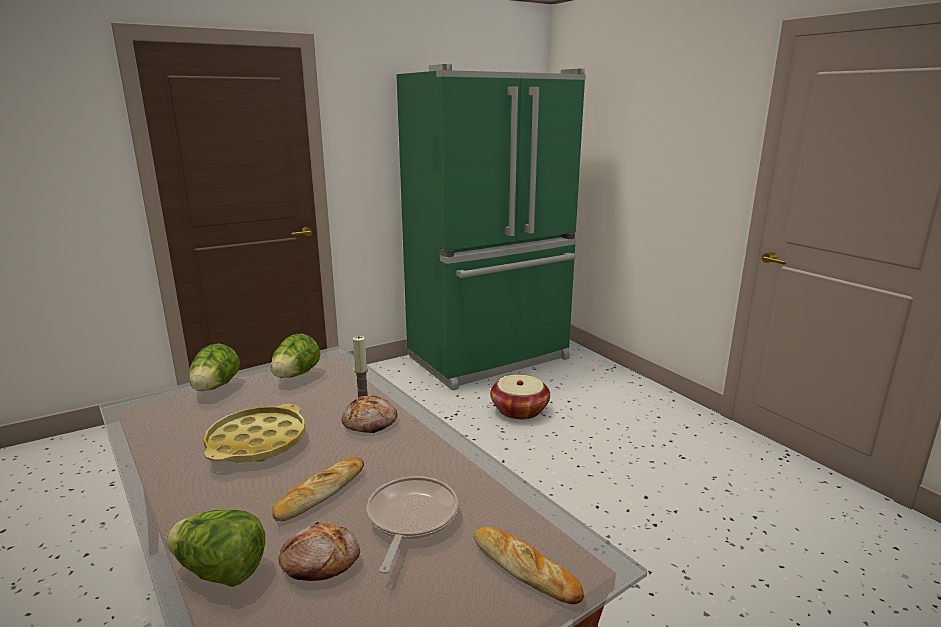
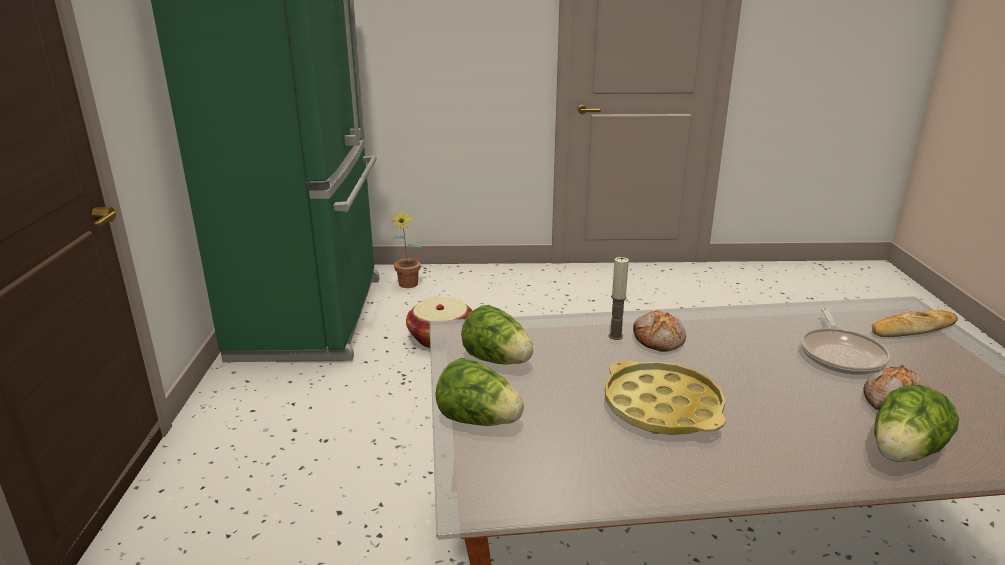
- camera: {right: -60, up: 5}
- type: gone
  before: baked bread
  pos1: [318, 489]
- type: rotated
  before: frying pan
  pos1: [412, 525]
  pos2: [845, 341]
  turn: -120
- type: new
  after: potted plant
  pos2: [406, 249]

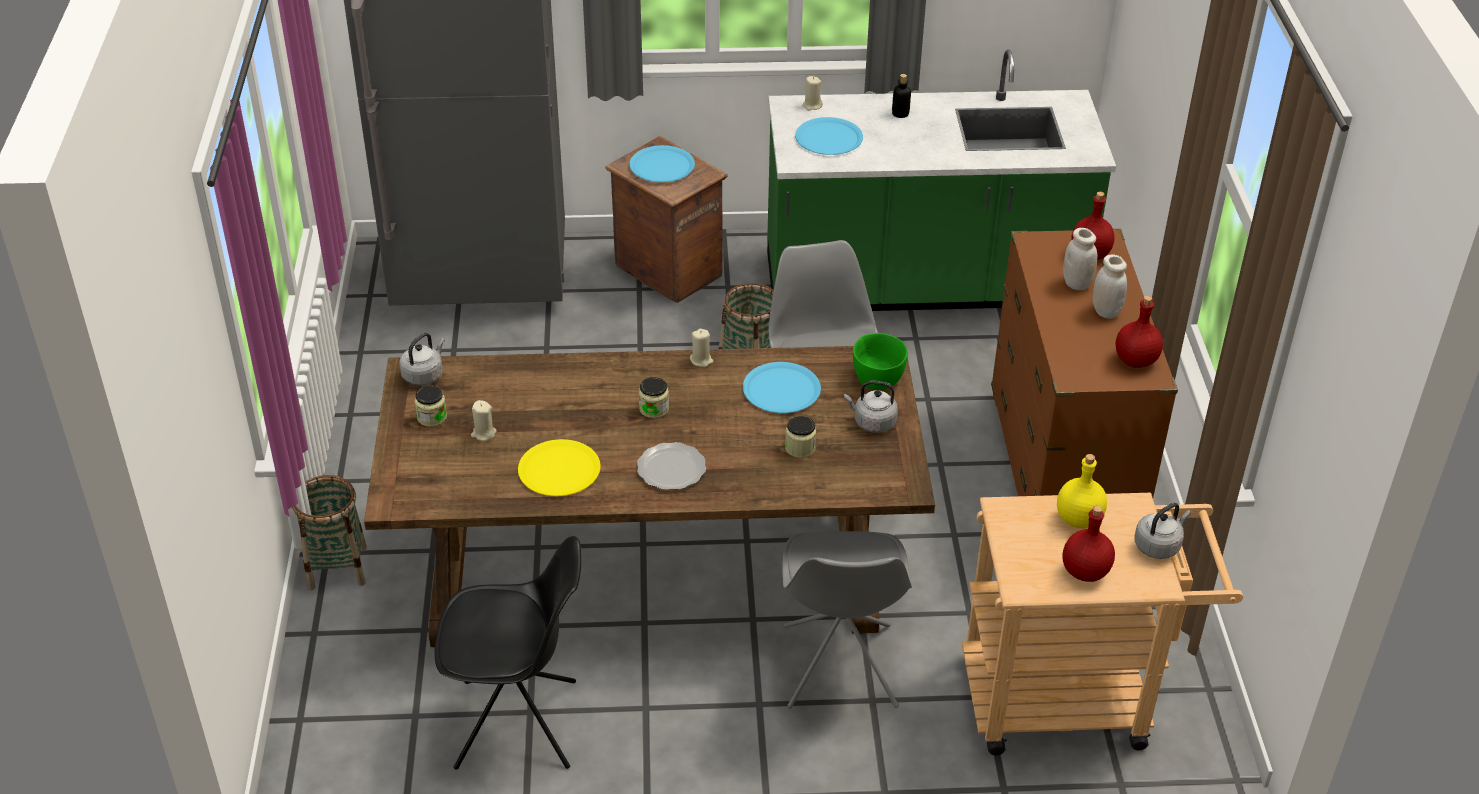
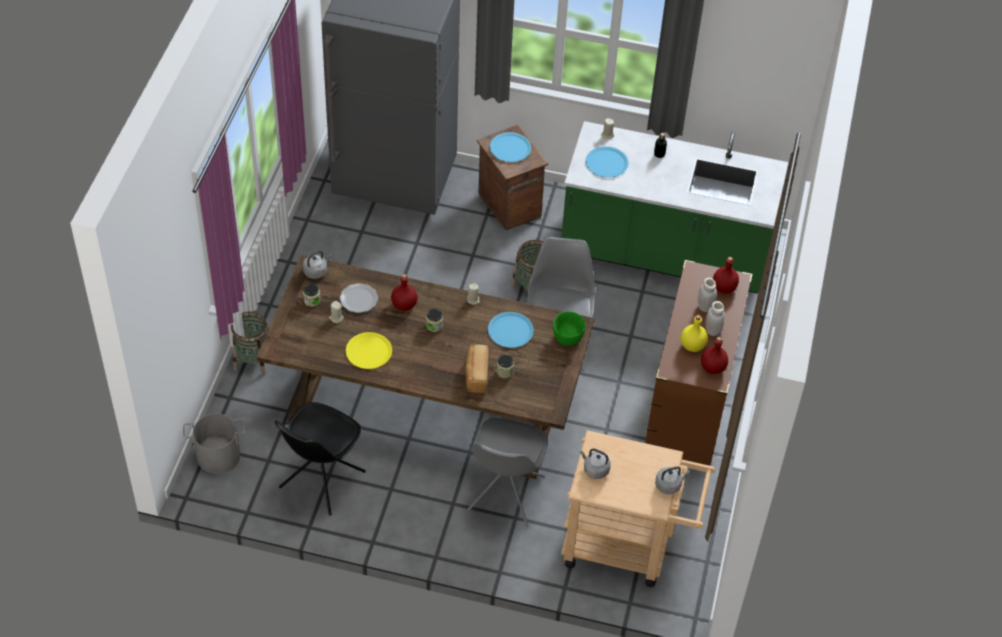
- camera: {right: 15, up: 10}
- type: rotated
  before: black-coloured chair
  pos1: [508, 653]
  pos2: [320, 459]
  turn: 105
- type: shifted
  before: plate
  pos1: [671, 466]
  pos2: [359, 298]
- type: shifted
  before: grey water kettle
  pos1: [871, 407]
  pos2: [595, 464]
- type: shifted
  before: yellow-coloured drink bottle
  pos1: [1082, 491]
  pos2: [694, 333]
- type: shifted
  before: reddish drink bottle
  pos1: [1089, 543]
  pos2: [404, 292]
- type: new
  after: grey pail
  pos2: [214, 443]
- type: new
  after: baked bread
  pos2: [477, 368]

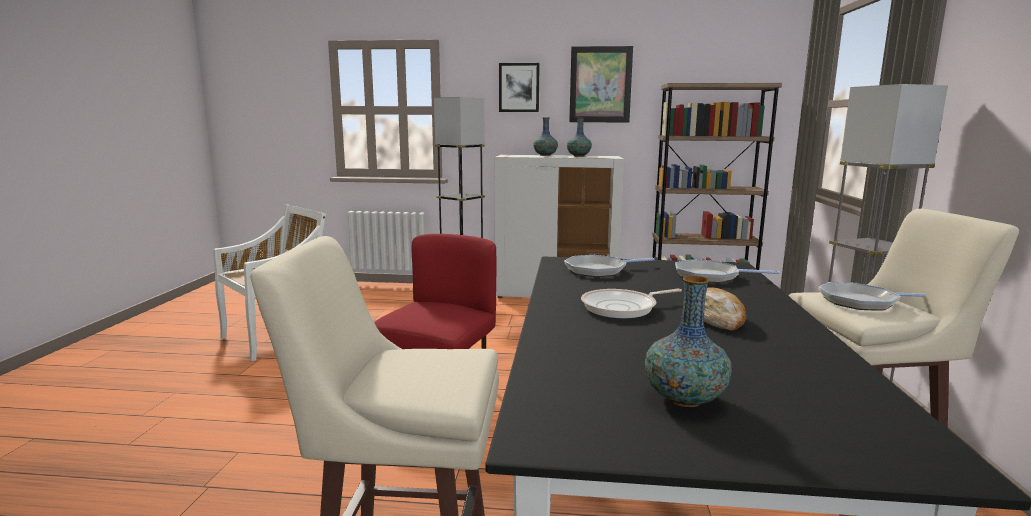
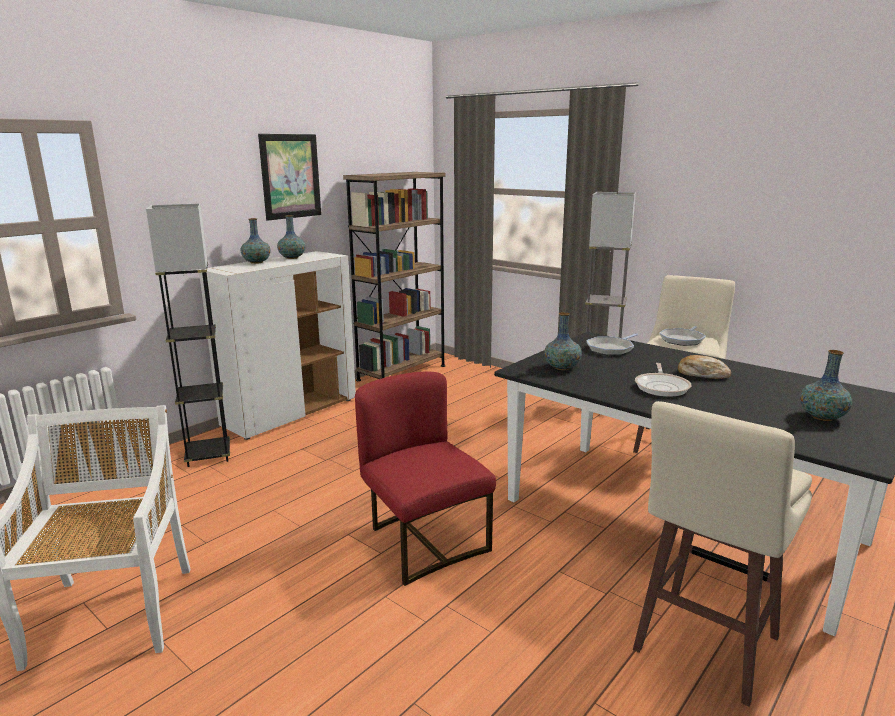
- camera: {right: -55, up: 5}
- type: gone
  before: picture
  pos1: [519, 87]
- type: swapped
  before: frying pan
  after: flower vase
  pos1: [609, 266]
  pos2: [563, 341]

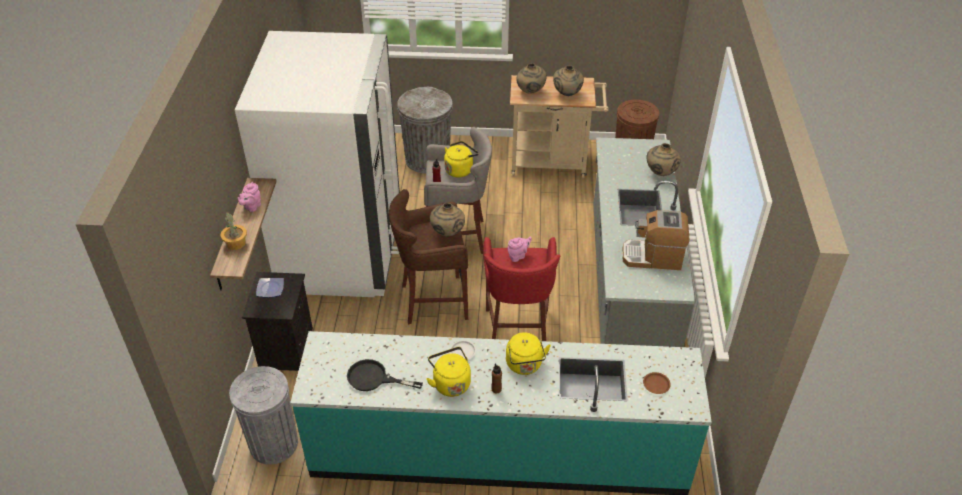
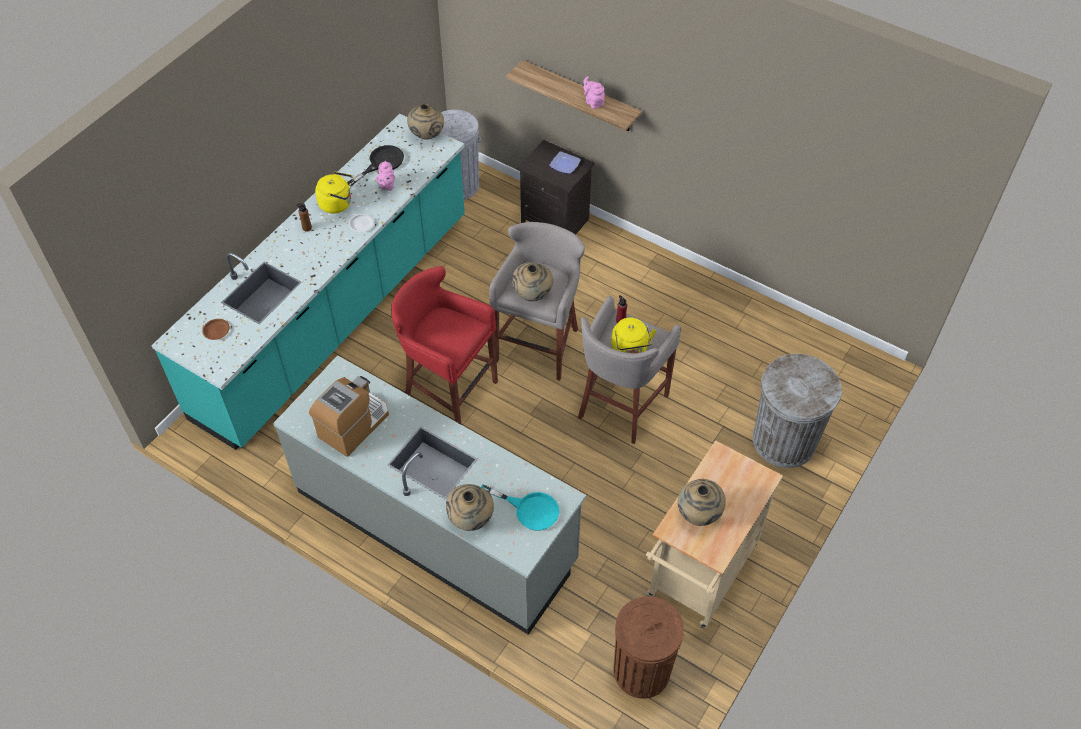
- camera: {right: 120, up: 10}
- type: gone
  before: potted plant
  pos1: [234, 231]
- type: gone
  before: white-coloured fridge
  pos1: [317, 164]
- type: repainted
  before: brownish stool seat
  after: grey stool seat
  pos1: [428, 257]
  pos2: [537, 301]
- type: gone
  before: yellow-coloured water kettle
  pos1: [528, 353]
- type: shifted
  before: pinkish tea pot
  pos1: [520, 249]
  pos2: [385, 176]
- type: shifted
  before: beige flower vase
  pos1: [531, 78]
  pos2: [425, 122]
- type: new
  after: turquoise-coloured frying pan
  pos2: [520, 507]

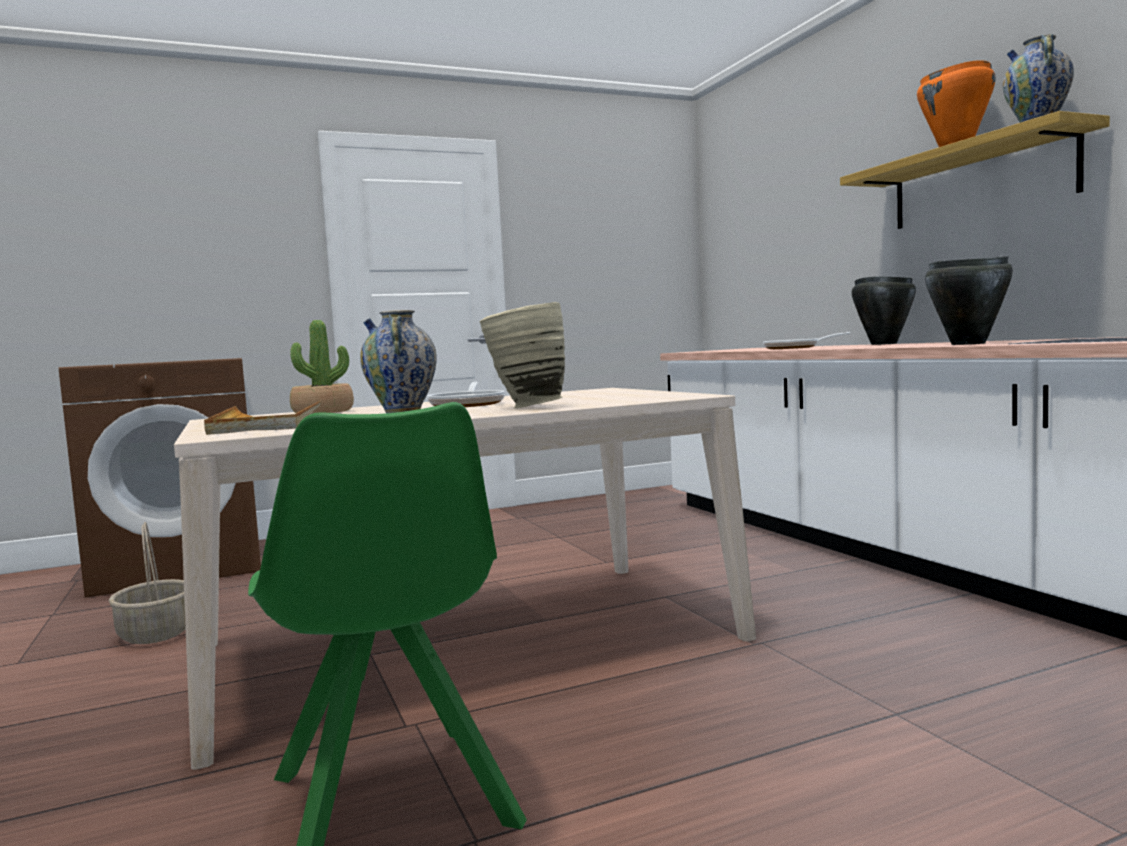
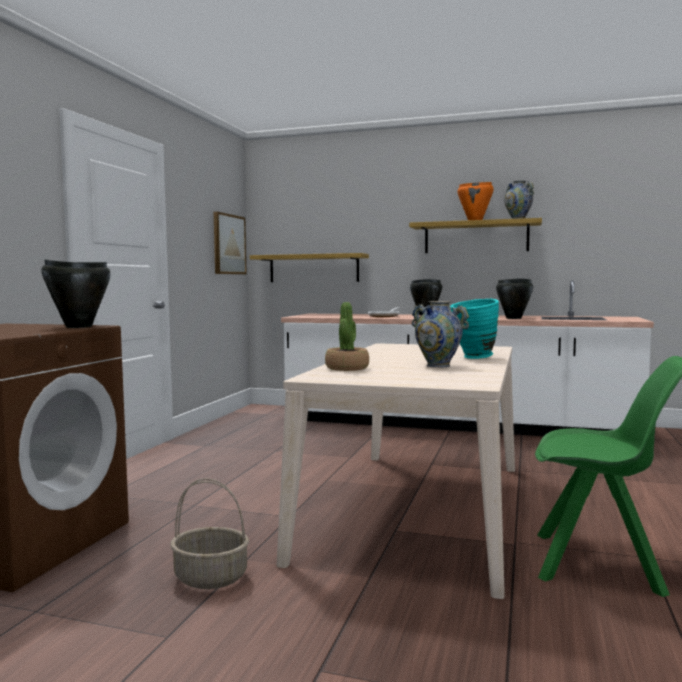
- camera: {right: -50, up: 0}
- type: gone
  before: beige serving tray
  pos1: [262, 418]
- type: gone
  before: frying pan
  pos1: [466, 394]
- type: repainted
  before: beige flower vase
  after: turquoise-coloured flower vase
  pos1: [522, 355]
  pos2: [474, 329]
- type: new
  after: black-coloured stockpot
  pos2: [76, 293]
- type: new
  after: picture
  pos2: [230, 243]
- type: new
  after: wall shelf
  pos2: [309, 267]

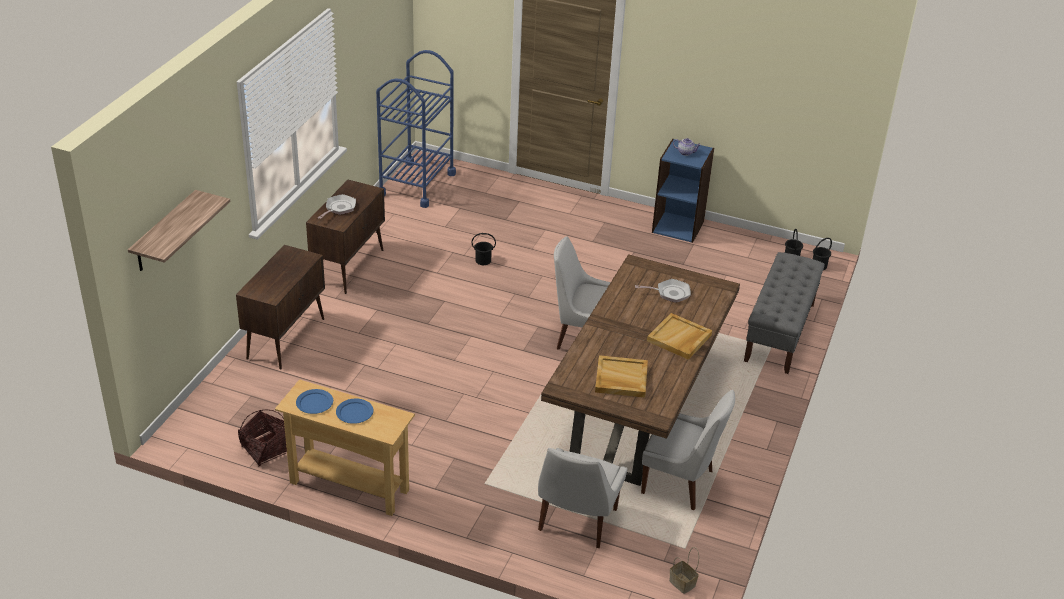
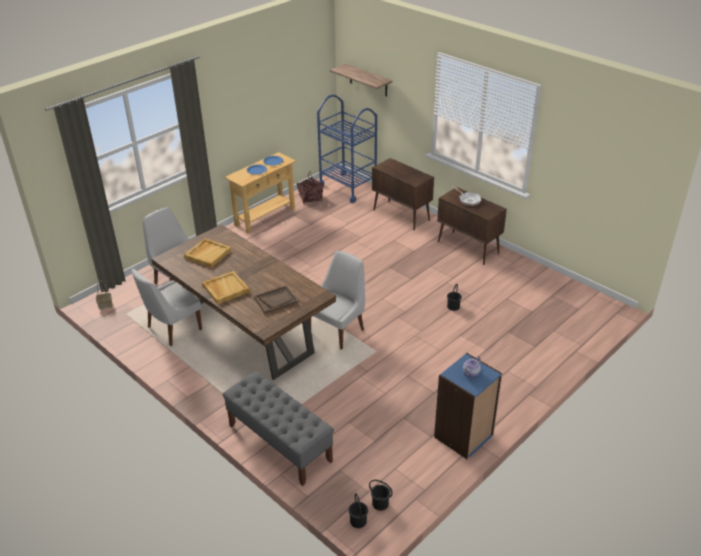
- camera: {right: 115, up: 0}
- type: shifted
  before: blue trolley
  pos1: [416, 129]
  pos2: [347, 148]
- type: swapped
  before: frying pan
  after: brownish serving tray
  pos1: [663, 291]
  pos2: [276, 299]

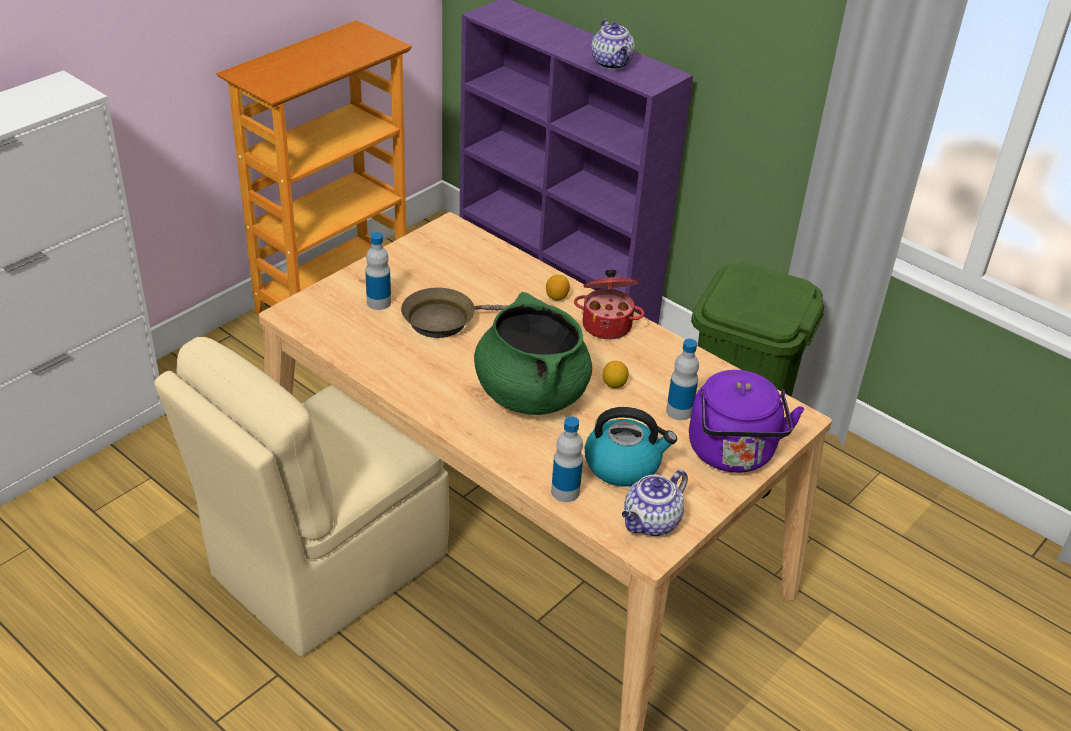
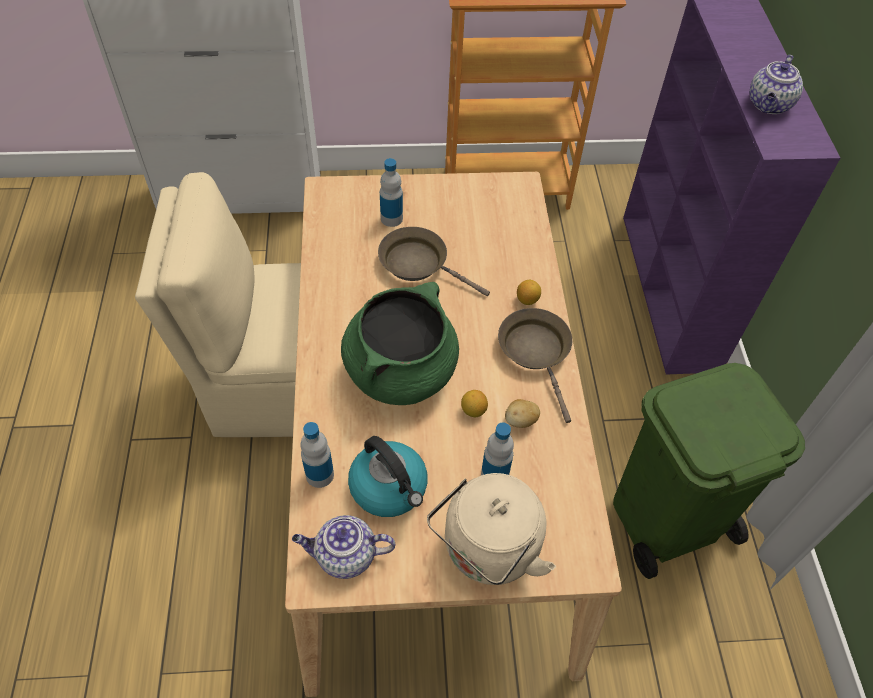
- camera: {right: 45, up: 15}
- type: swapped
  before: stockpot
  after: brownish frying pan
  pos1: [609, 304]
  pos2: [535, 365]
- type: repainted
  before: purplish water kettle
  after: beige water kettle
  pos1: [746, 421]
  pos2: [491, 529]
- type: new
  after: whole potato
  pos2: [522, 413]

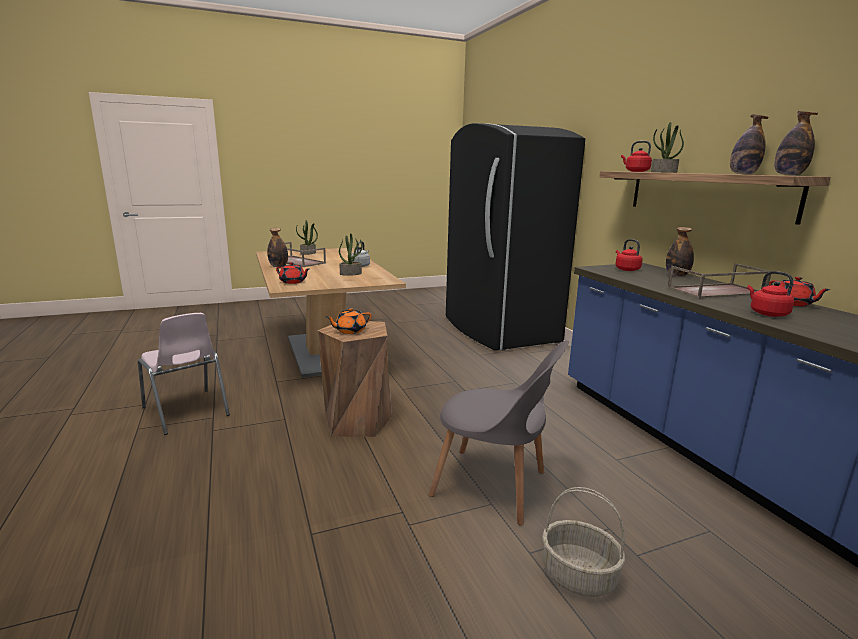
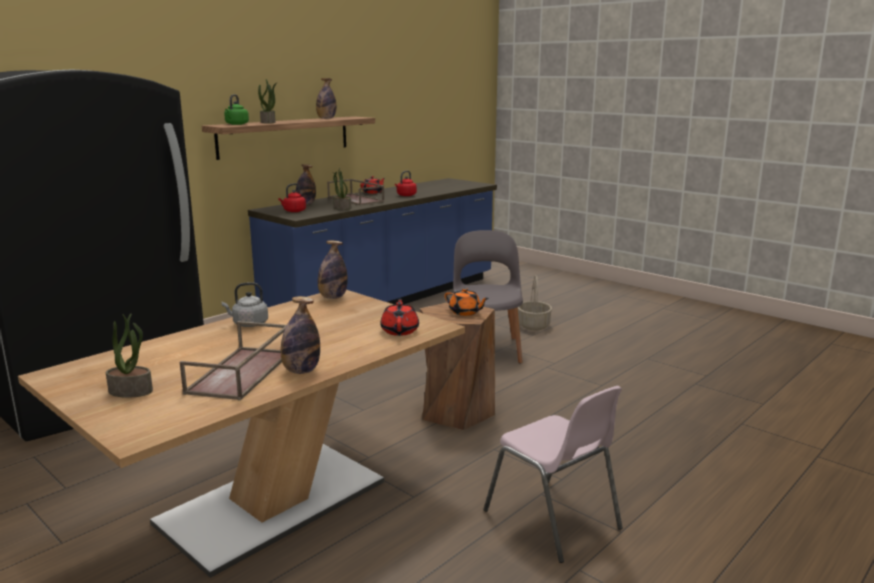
- camera: {right: -115, up: 0}
- type: rotated
  before: pinkish chair
  pos1: [184, 374]
  pos2: [553, 474]
  turn: 120
- type: shifted
  before: potted plant
  pos1: [350, 254]
  pos2: [342, 189]
- type: repainted
  before: reddish water kettle
  after: greenish water kettle
  pos1: [636, 156]
  pos2: [236, 109]
- type: shifted
  before: drink bottle
  pos1: [796, 143]
  pos2: [333, 269]

